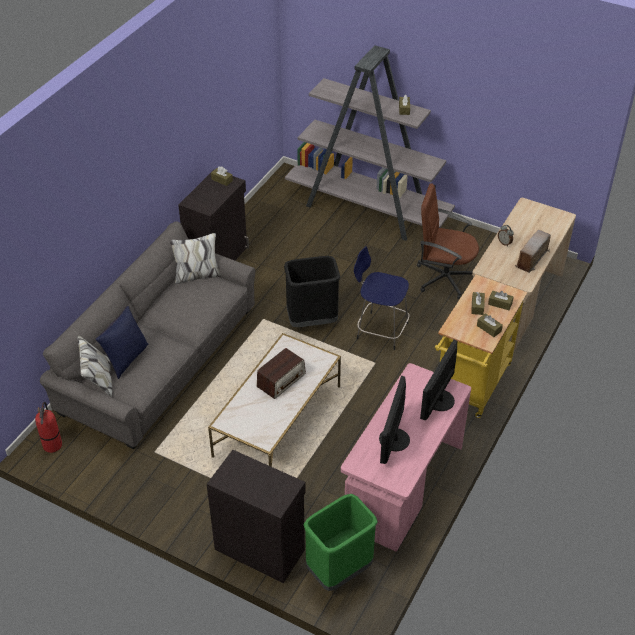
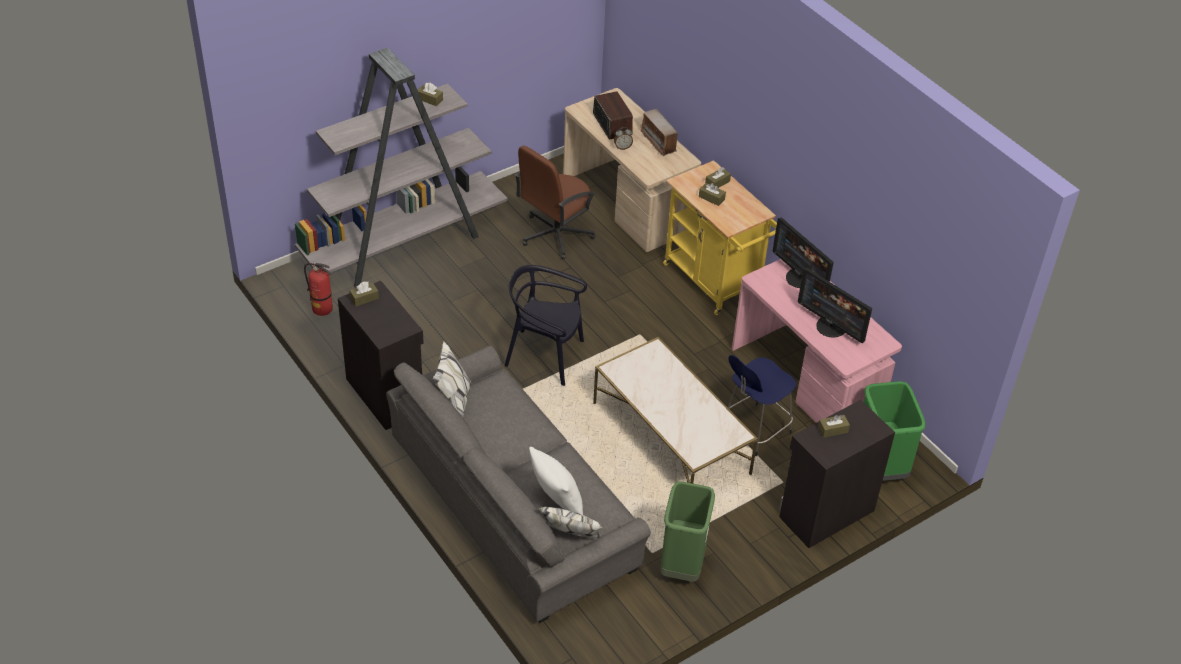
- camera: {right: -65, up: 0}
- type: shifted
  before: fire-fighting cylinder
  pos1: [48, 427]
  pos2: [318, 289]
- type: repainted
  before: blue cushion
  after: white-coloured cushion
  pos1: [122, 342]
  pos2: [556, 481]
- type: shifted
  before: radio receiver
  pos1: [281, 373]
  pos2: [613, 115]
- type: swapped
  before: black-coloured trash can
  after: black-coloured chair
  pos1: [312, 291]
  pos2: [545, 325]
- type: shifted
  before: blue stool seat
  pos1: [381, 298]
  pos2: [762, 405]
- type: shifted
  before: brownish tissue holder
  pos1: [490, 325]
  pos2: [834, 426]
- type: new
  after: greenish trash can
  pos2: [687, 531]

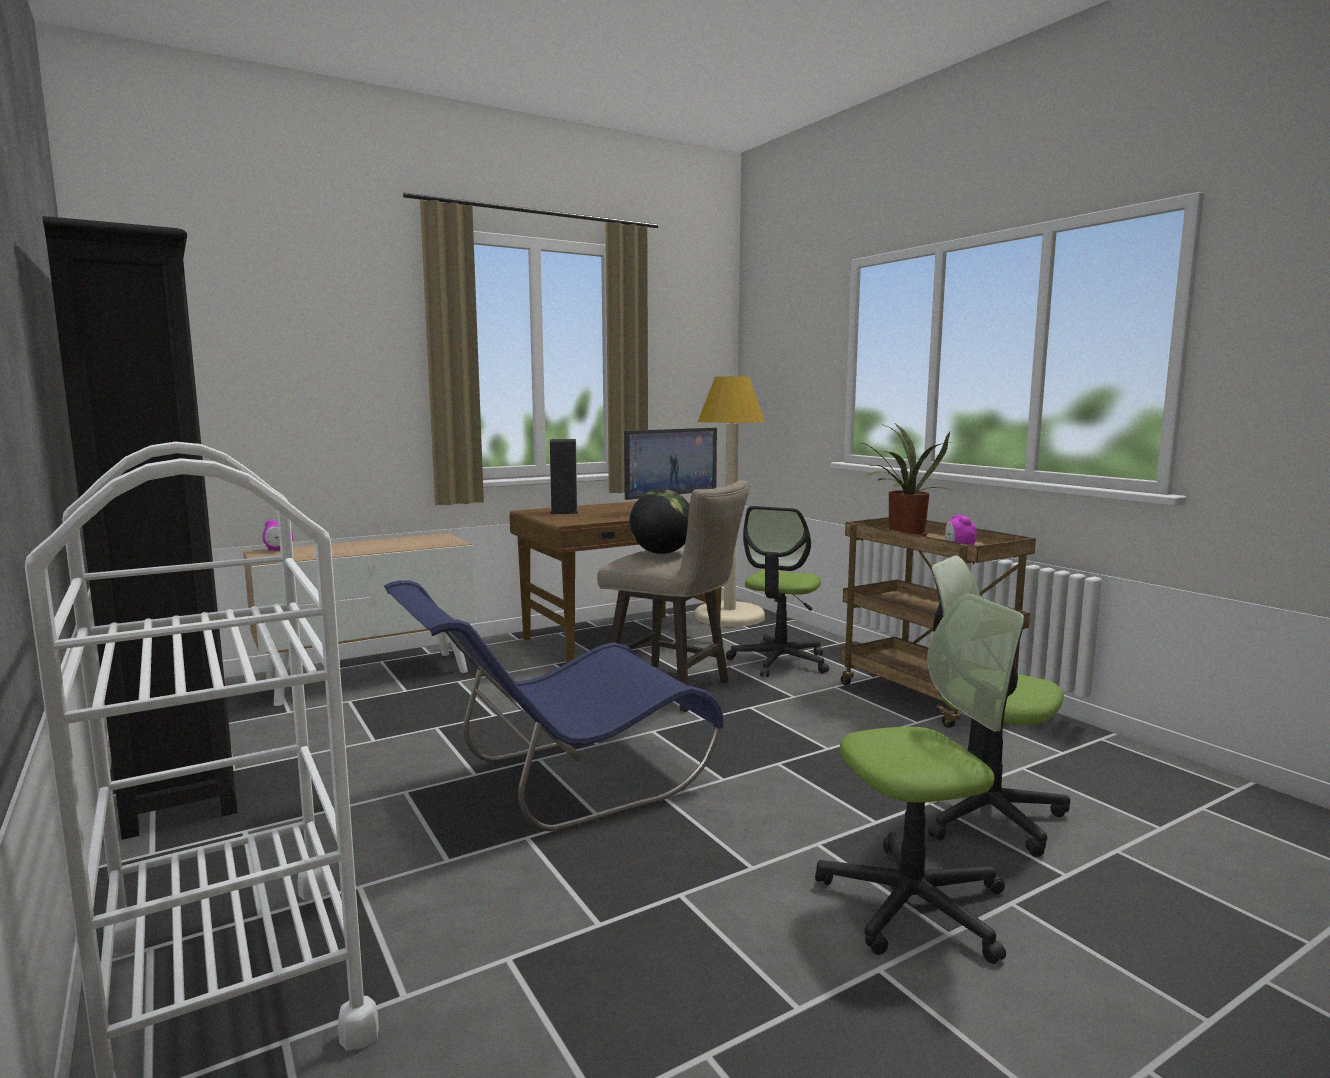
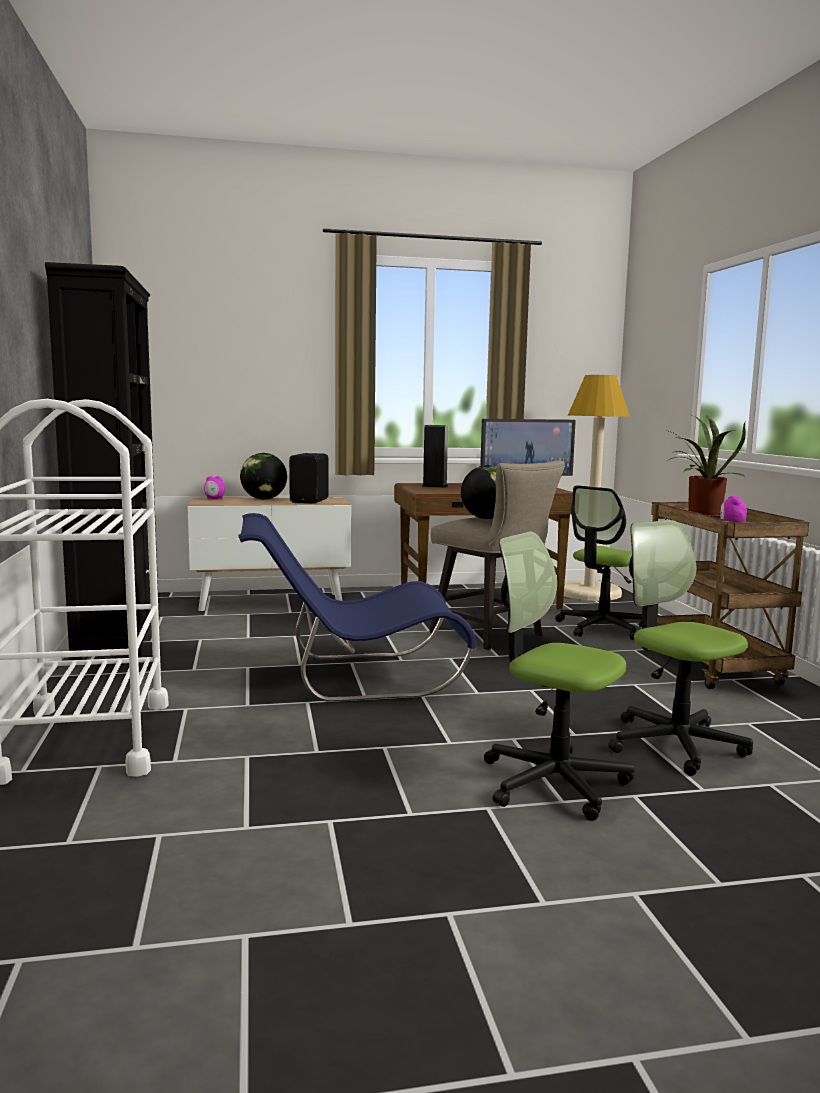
- camera: {right: 20, up: 0}
- type: rotated
  before: office chair
  pos1: [920, 779]
  pos2: [559, 676]
  turn: -150
- type: new
  after: world globe
  pos2: [263, 476]
- type: new
  after: black-coloured loudspeaker
  pos2: [308, 478]

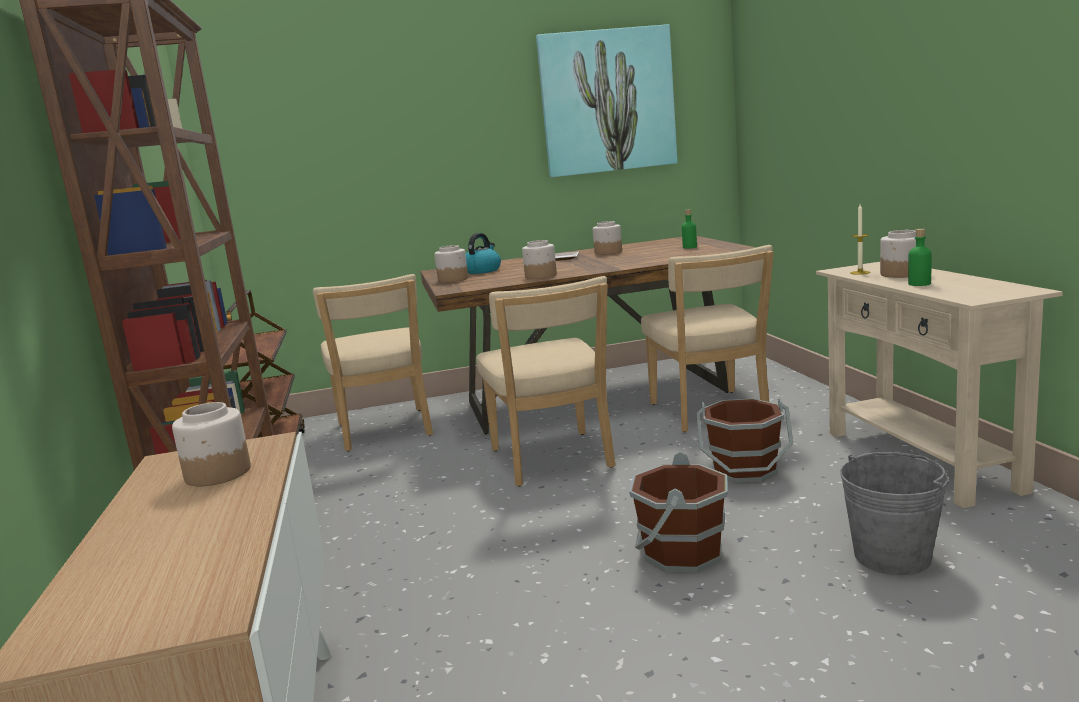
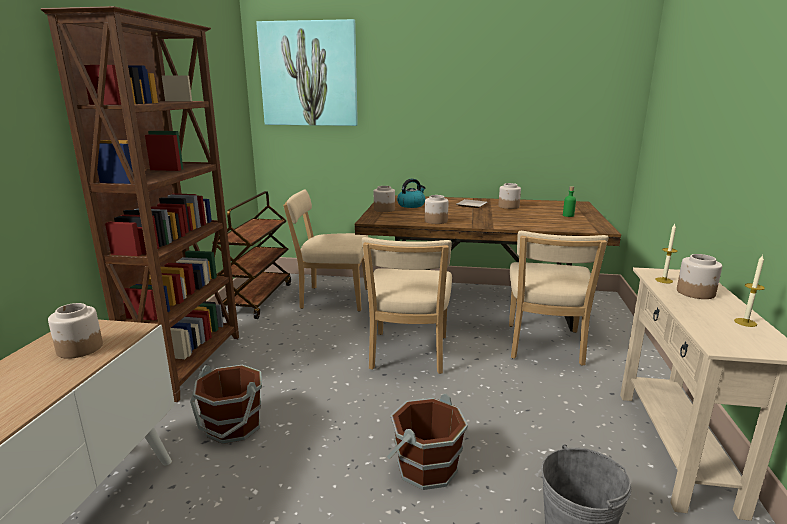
- camera: {right: 20, up: 5}
- type: rotated
  before: beige chair
  pos1: [373, 363]
  pos2: [325, 250]
  turn: 90
- type: shifted
  before: picture
  pos1: [606, 100]
  pos2: [307, 72]
- type: shifted
  before: brownish pail
  pos1: [744, 440]
  pos2: [226, 404]
- type: gone
  before: greenish drink bottle
  pos1: [920, 257]
- type: new
  after: candle
  pos2: [749, 291]

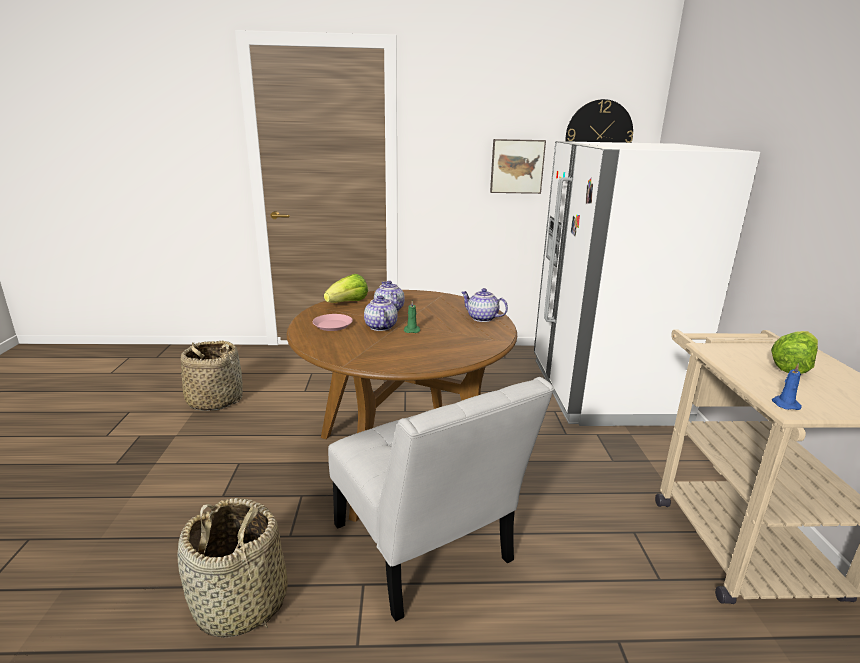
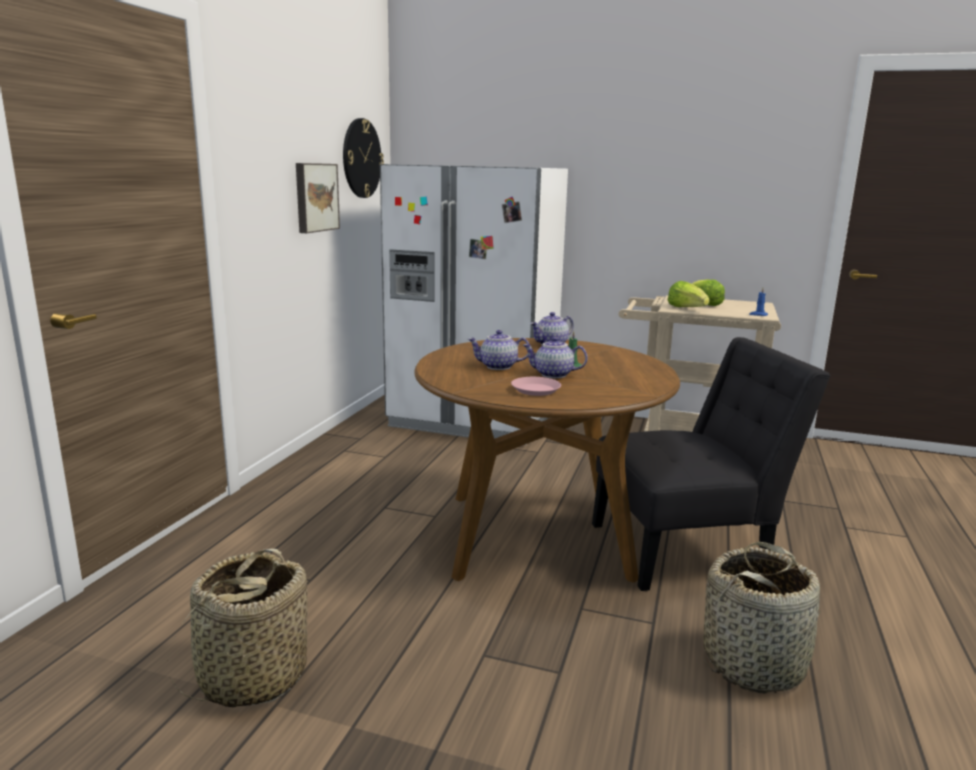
- camera: {right: -70, up: -5}
- type: shifted
  before: head of lettuce
  pos1: [346, 288]
  pos2: [689, 294]
- type: repainted
  before: white-coloured chair
  after: black-coloured chair
  pos1: [441, 499]
  pos2: [711, 464]

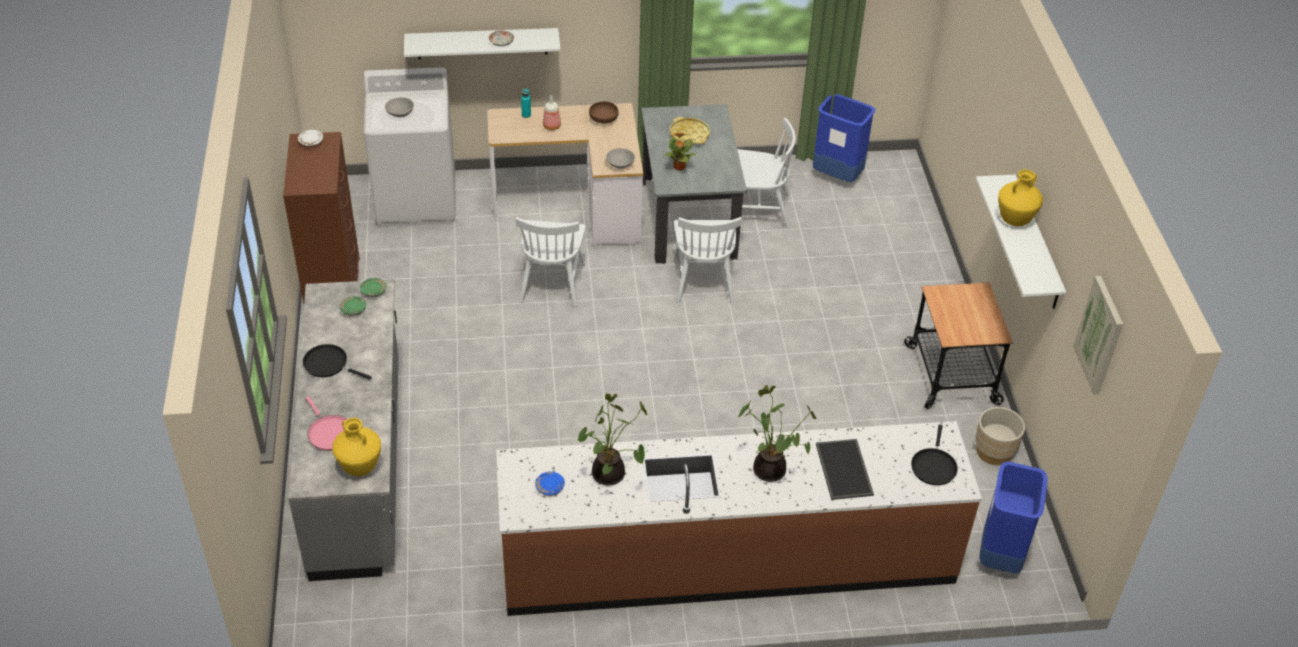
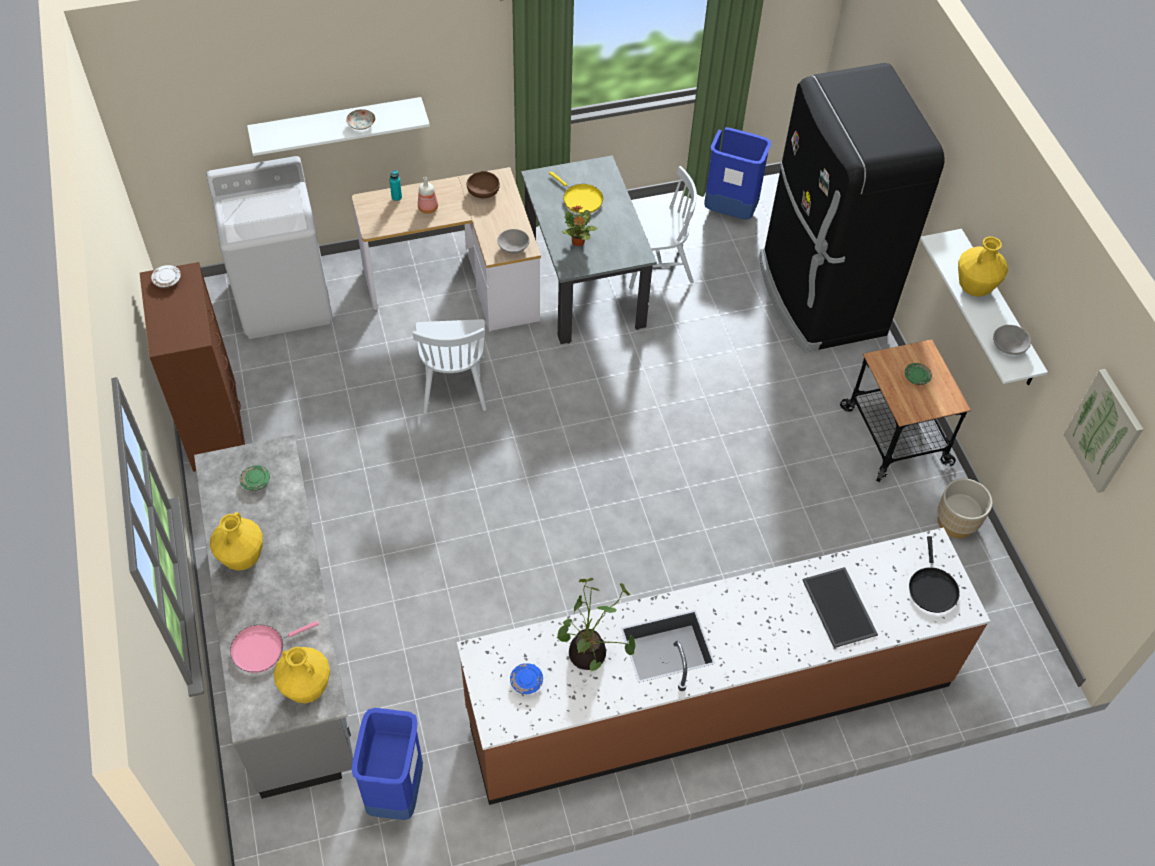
- camera: {right: -10, up: 10}
- type: swapped
  before: black-coloured frying pan
  after: yellow-coloured flower vase
  pos1: [337, 362]
  pos2: [236, 541]
- type: rotated
  before: pinkish frying pan
  pos1: [327, 423]
  pos2: [274, 647]
  turn: 105
- type: shifted
  before: greenish plate
  pos1: [373, 287]
  pos2: [918, 374]
- type: shifted
  before: grey deep dish
  pos1: [399, 107]
  pos2: [1012, 340]
- type: swapped
  before: yellow-coloured serving tray
  after: yellow-coloured frying pan
  pos1: [690, 131]
  pos2: [576, 192]
- type: gone
  before: white-coloured chair
  pos1: [707, 260]
- type: gone
  before: potted plant
  pos1: [777, 433]
- type: shifted
  before: blue trash can
  pos1: [1013, 517]
  pos2: [387, 764]
- type: new
  after: black-coloured fridge
  pos2: [852, 208]

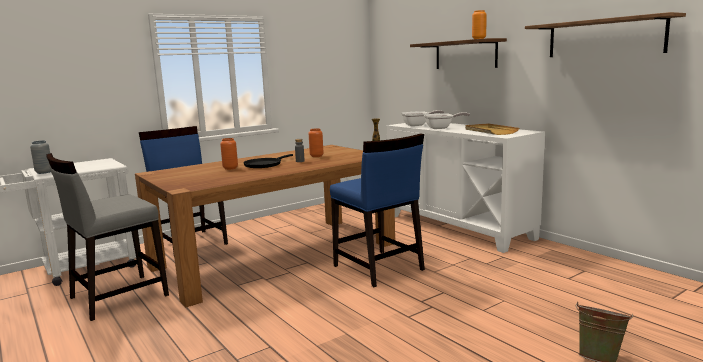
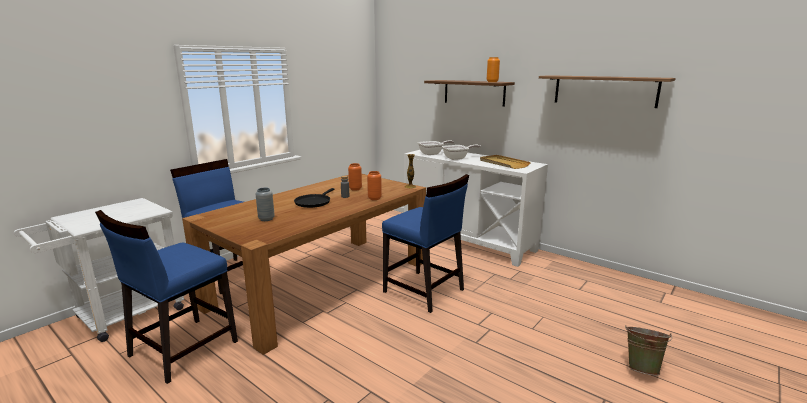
- camera: {right: -15, up: 5}
- type: shifted
  before: grey flower vase
  pos1: [40, 157]
  pos2: [265, 204]
- type: repainted
  before: grey chair
  after: blue chair
  pos1: [107, 237]
  pos2: [166, 297]
- type: shifted
  before: orangey flower vase
  pos1: [229, 154]
  pos2: [374, 185]

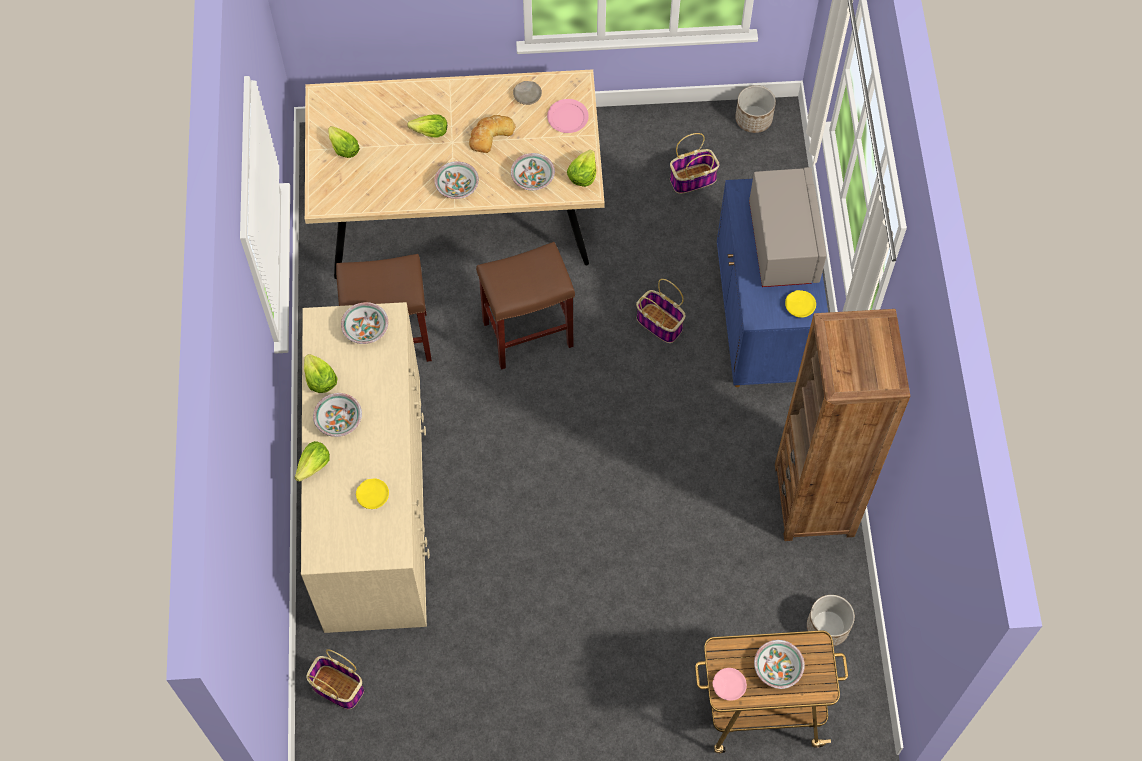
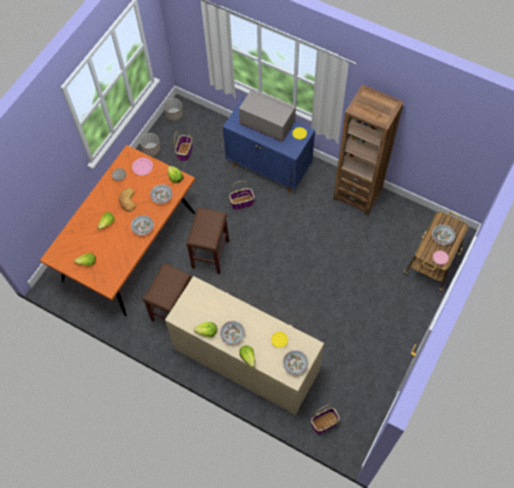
- camera: {right: -55, up: 0}
- type: repainted
  before: beige kitchen table
  after: orangey kitchen table
  pos1: [455, 174]
  pos2: [117, 230]
- type: shifted
  before: deep dish
  pos1: [364, 323]
  pos2: [295, 362]
- type: shifted
  before: plant pot
  pos1: [831, 620]
  pos2: [150, 145]

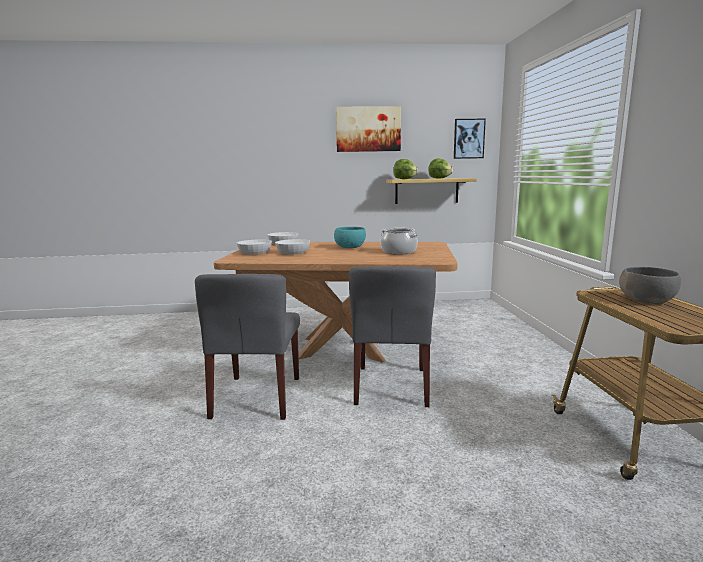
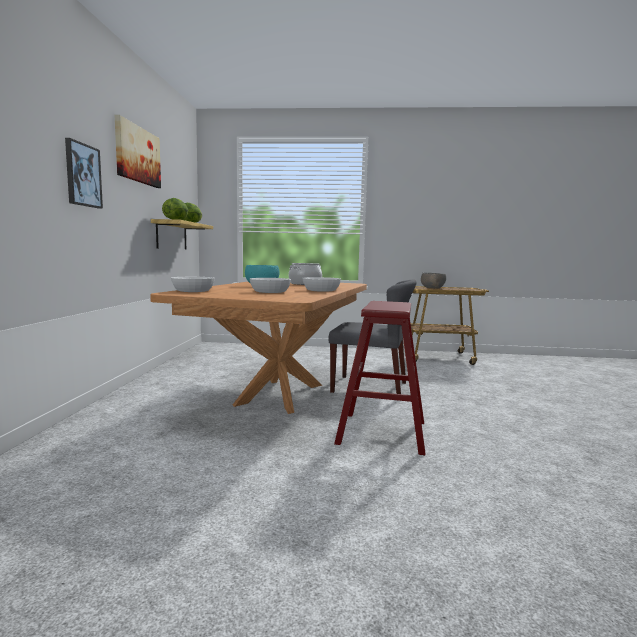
- camera: {right: -80, up: -5}
- type: swapped
  before: grey chair
  after: reddish stool seat
  pos1: [247, 347]
  pos2: [379, 378]
- type: shifted
  before: white-coloured deep dish
  pos1: [254, 247]
  pos2: [321, 284]
- type: shifted
  before: picture
  pos1: [470, 139]
  pos2: [84, 173]

